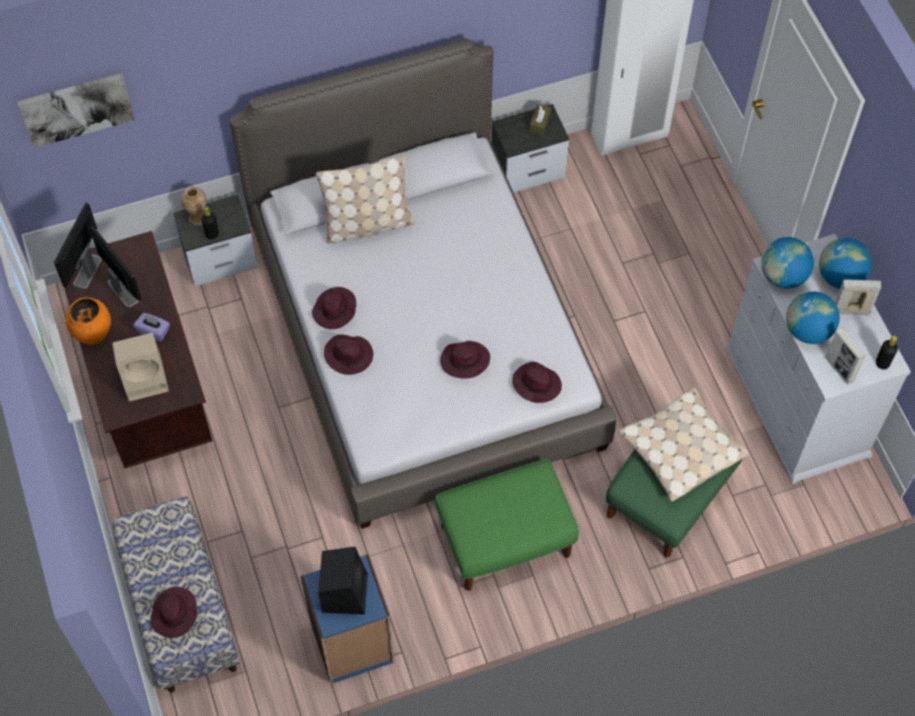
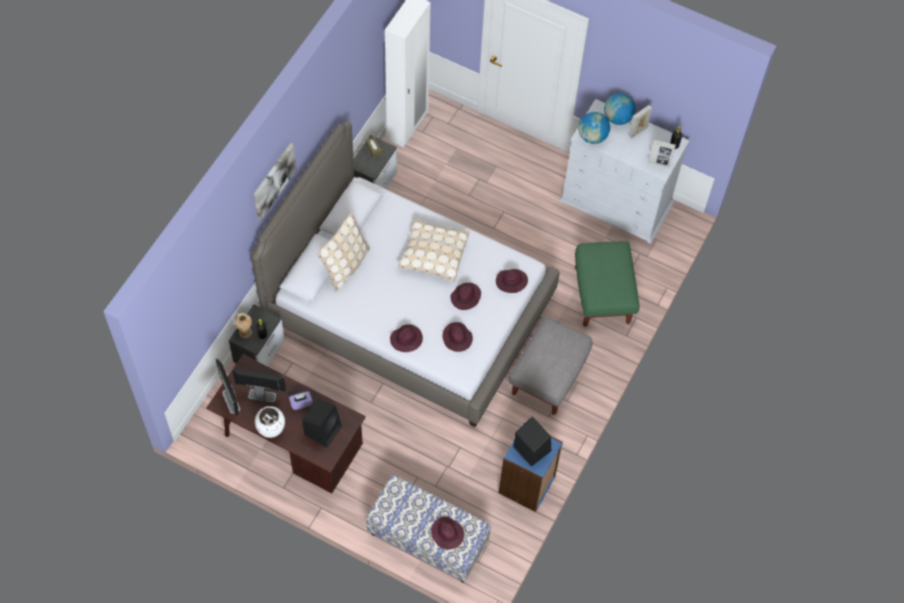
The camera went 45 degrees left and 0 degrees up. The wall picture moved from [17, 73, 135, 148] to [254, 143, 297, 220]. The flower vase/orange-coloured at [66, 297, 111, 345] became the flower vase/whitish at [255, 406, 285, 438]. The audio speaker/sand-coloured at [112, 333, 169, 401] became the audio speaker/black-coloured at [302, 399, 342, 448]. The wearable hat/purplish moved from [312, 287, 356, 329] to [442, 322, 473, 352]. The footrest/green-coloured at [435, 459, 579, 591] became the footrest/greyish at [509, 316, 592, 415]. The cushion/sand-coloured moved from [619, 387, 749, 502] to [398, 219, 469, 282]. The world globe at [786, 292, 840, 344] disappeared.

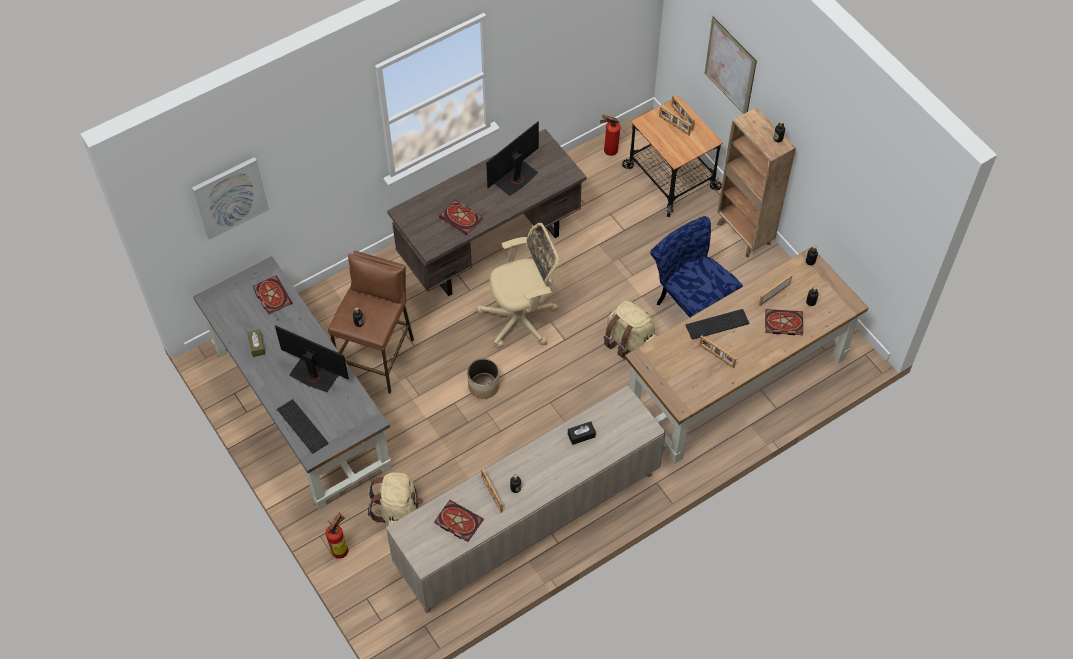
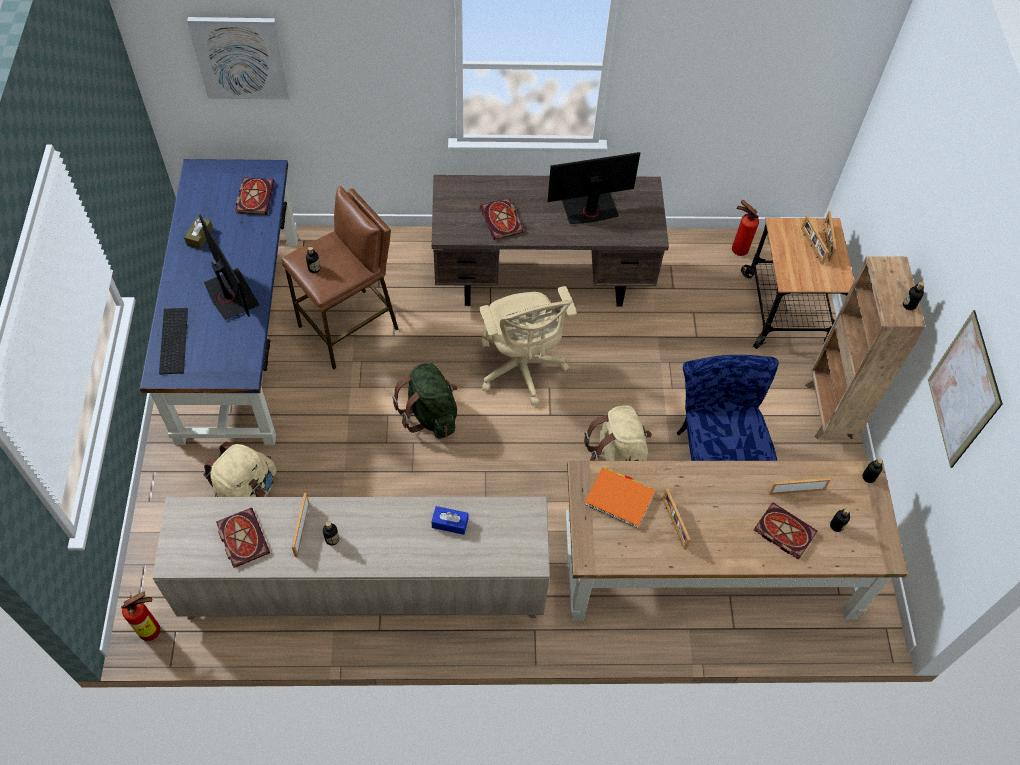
The camera went 30 degrees right and 0 degrees up. The desk unit/greyish at [193, 256, 392, 510] became the desk unit/blue at [140, 159, 298, 445]. The fire-fighting cylinder moved from [325, 513, 348, 558] to [121, 591, 160, 641]. The flower pot at [467, 359, 500, 399] was replaced by the backpack/green-coloured at [392, 363, 458, 439]. The office chair/sand-coloured at [476, 223, 559, 348] turned 60 degrees clockwise. The box of tissues/black-coloured at [568, 421, 596, 445] became the box of tissues/blue at [431, 506, 469, 535]. The PC keyboard at [686, 309, 749, 340] disappeared. The wall picture moved from [705, 17, 757, 114] to [928, 310, 1003, 468]. The volume/orange-coloured at [585, 467, 655, 528] appeared.

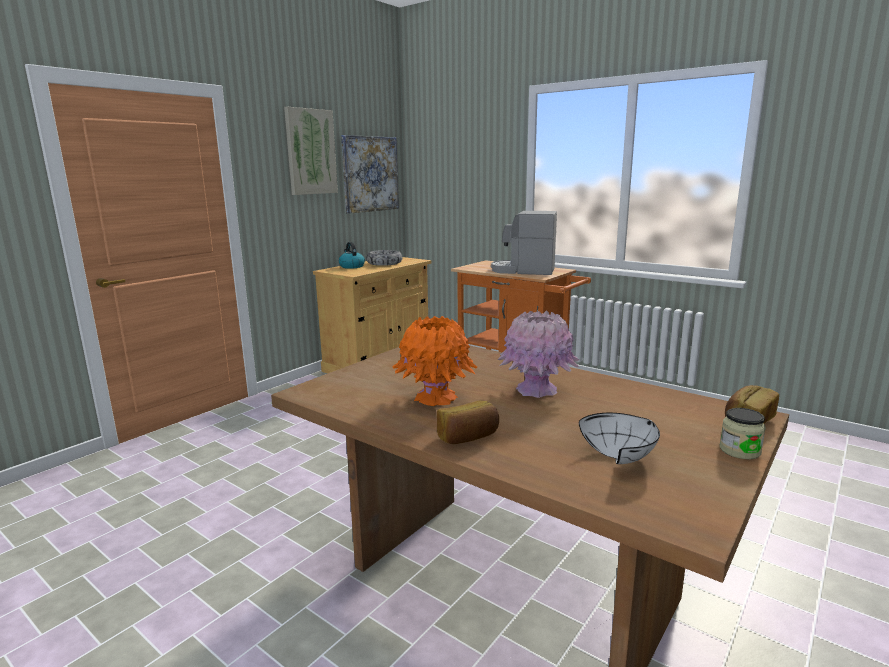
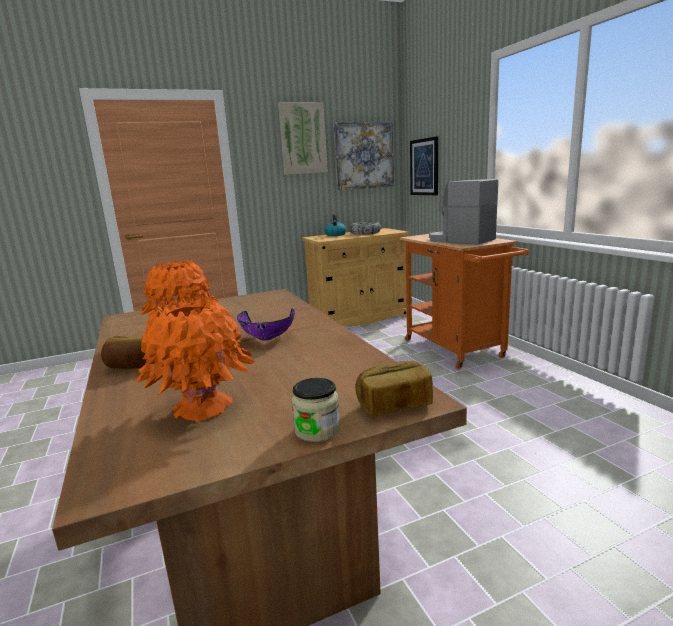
The camera went 30 degrees right and 0 degrees up. The flower vase/pink at [498, 310, 579, 398] was replaced by the bowl/purplish at [237, 309, 295, 341]. The bowl/whitish at [579, 413, 660, 464] was replaced by the flower vase/orange-coloured at [135, 298, 255, 422]. The wall picture at [410, 136, 438, 195] appeared.

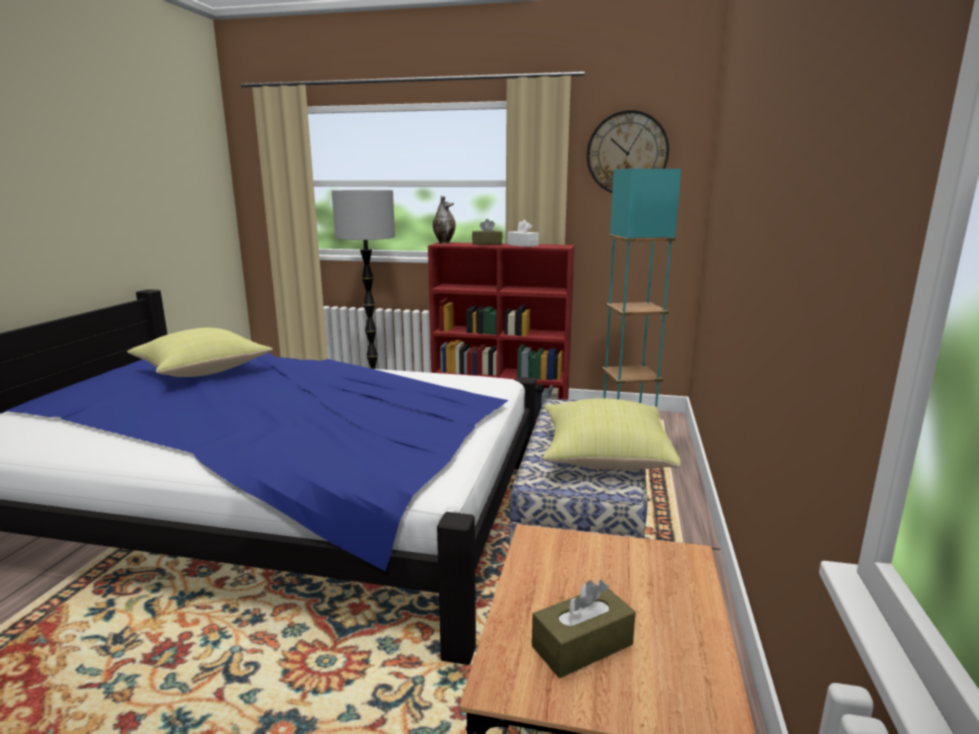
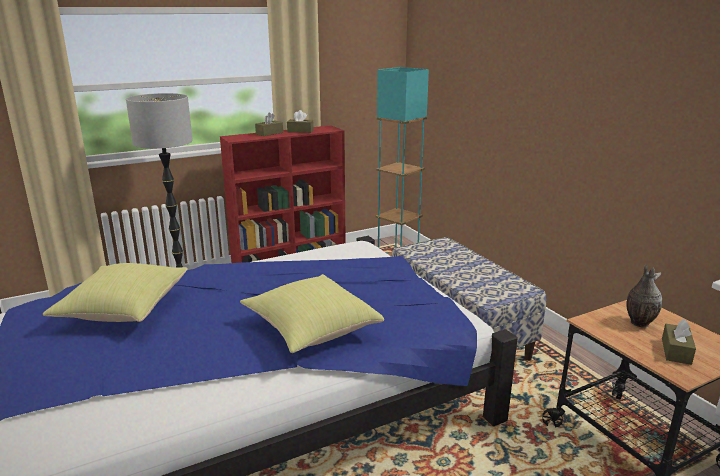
The camera went 40 degrees left and 5 degrees up. The flower vase moved from [433, 196, 456, 244] to [626, 265, 662, 328]. The box of tissues/whitish at [507, 220, 539, 247] became the box of tissues/brownish at [287, 110, 314, 133]. The cushion/yellowish moved from [543, 398, 681, 470] to [240, 274, 384, 353]. The hanging clock at [587, 110, 669, 193] disappeared.

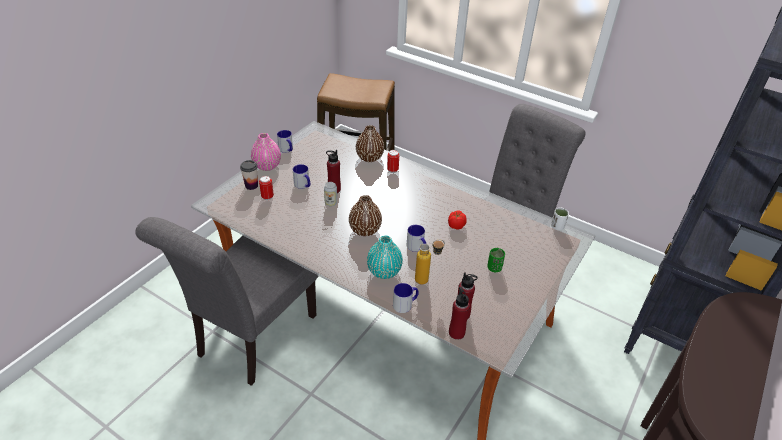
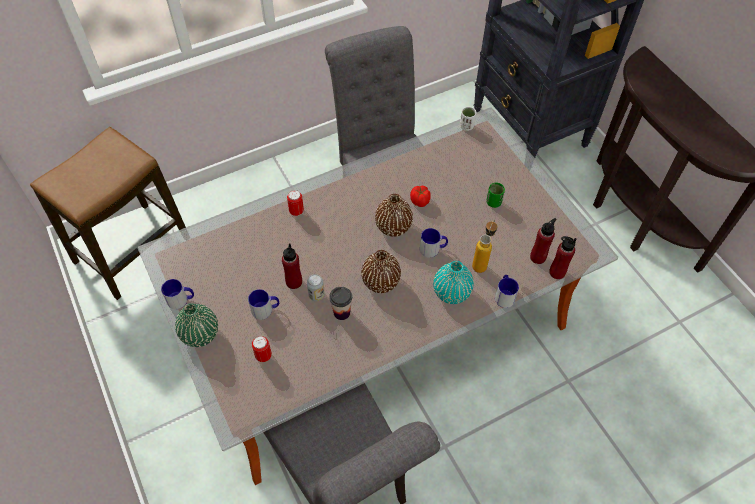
The camera went 60 degrees left and 15 degrees up. The cup moved from [240, 160, 258, 190] to [329, 287, 352, 320]. The flower vase/pink at [251, 133, 281, 171] became the flower vase/green-coloured at [175, 303, 218, 347]. The flower vase/brownish moved from [356, 125, 384, 162] to [375, 194, 413, 237].

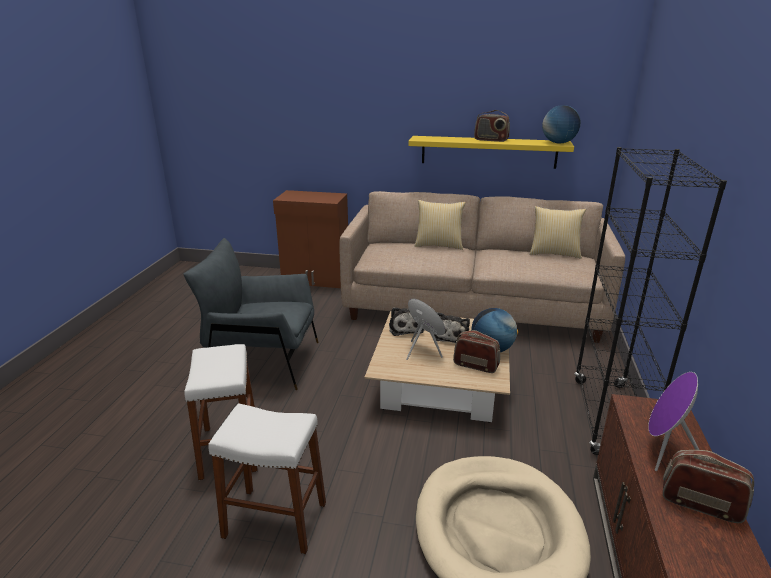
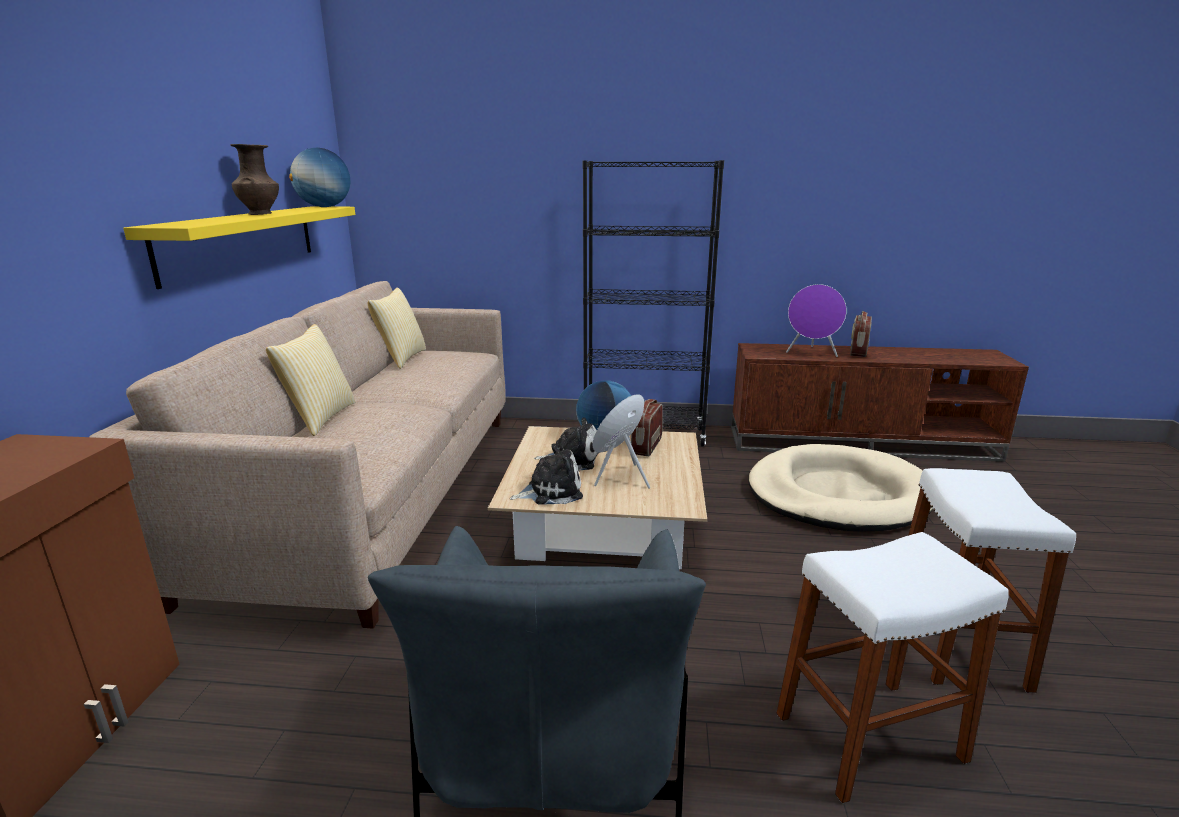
The camera went 95 degrees left and 5 degrees down. The radio set at [474, 110, 510, 142] was replaced by the flower vase/brownish at [230, 144, 279, 215].

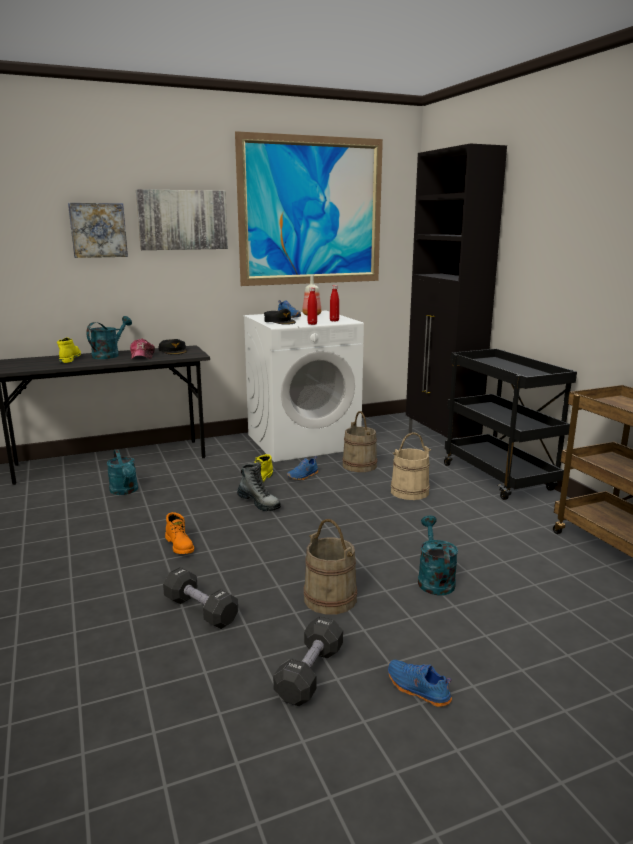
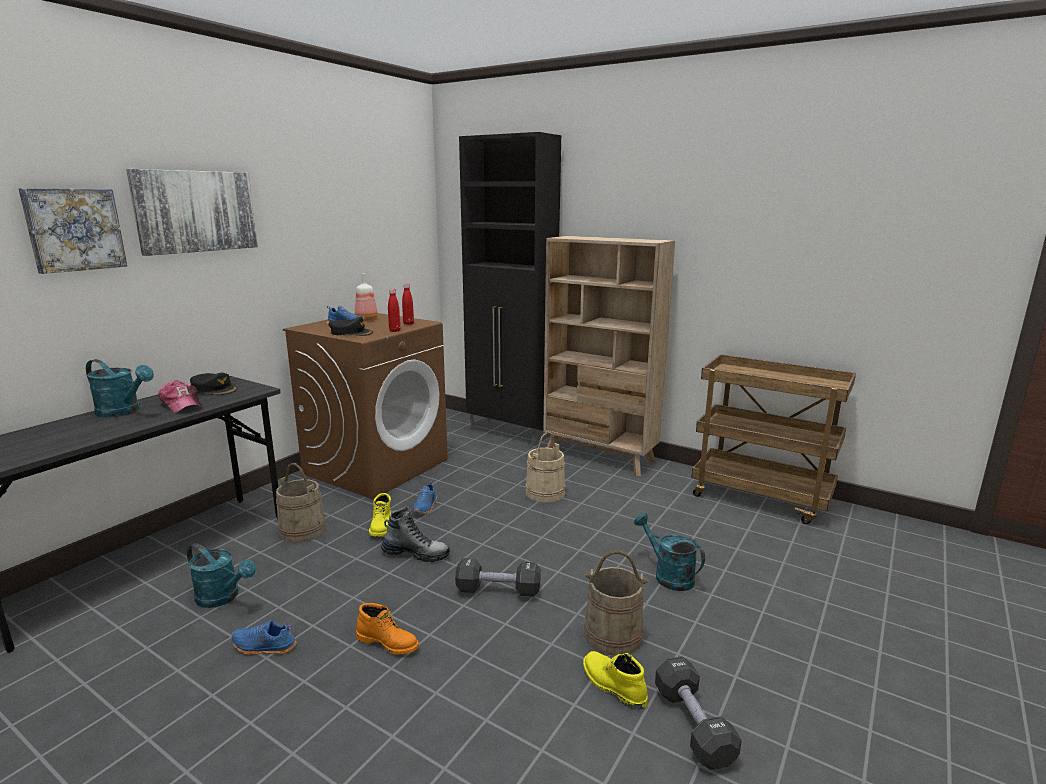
The camera went 35 degrees left and 0 degrees up. The tall boot/yellowish moved from [57, 337, 81, 363] to [583, 651, 648, 710]. The watering pot/turquoise at [86, 316, 132, 359] turned 120 degrees clockwise. The hand weight/black-coloured moved from [163, 567, 238, 629] to [455, 558, 541, 597]. The wall picture at [235, 131, 383, 286] disappeared. The laundry appliance/whitish at [243, 311, 364, 462] became the laundry appliance/brownish at [283, 313, 448, 499]. The bucket/sand-coloured moved from [342, 411, 377, 472] to [276, 463, 326, 543]. The item of footwear/blue moved from [388, 660, 452, 707] to [231, 620, 296, 655]. The wheeled cart/black-coloured at [444, 349, 577, 500] was replaced by the shelving unit/sand-coloured at [543, 236, 675, 476].

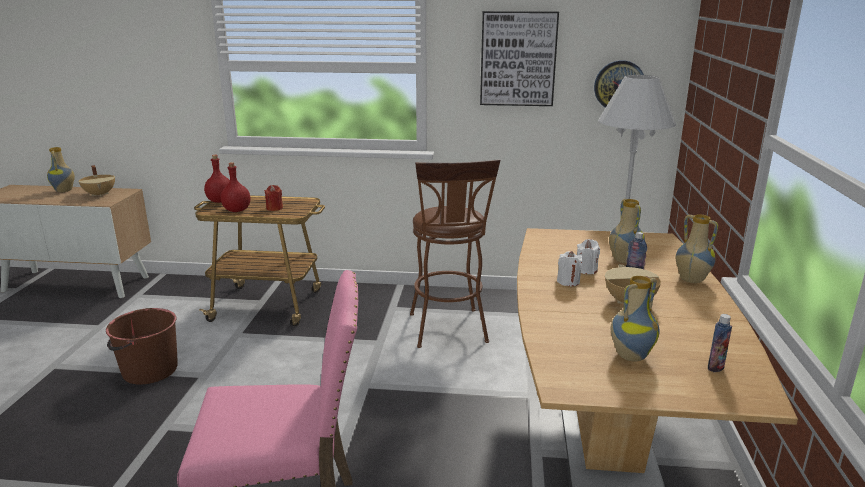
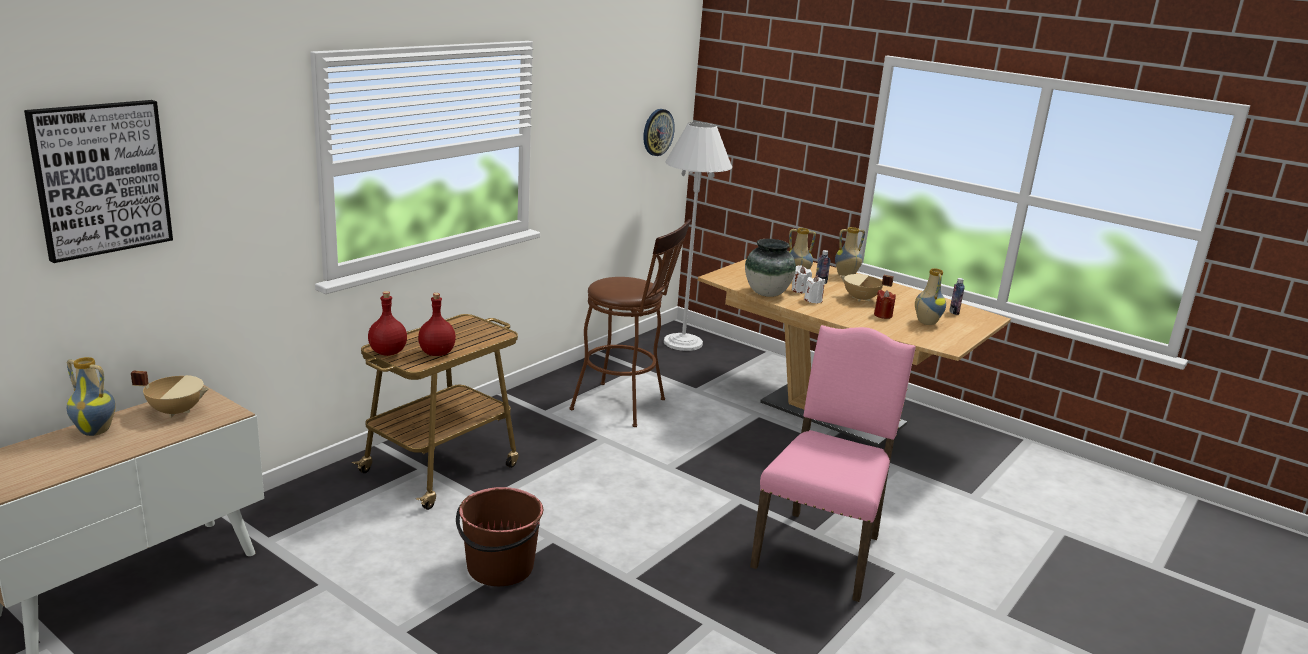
The camera went 60 degrees left and 0 degrees up. The wax candle/red-coloured moved from [264, 185, 283, 211] to [874, 290, 896, 319]. The wall picture moved from [480, 11, 559, 106] to [24, 100, 173, 263]. The flower vase at [745, 239, 796, 297] appeared.

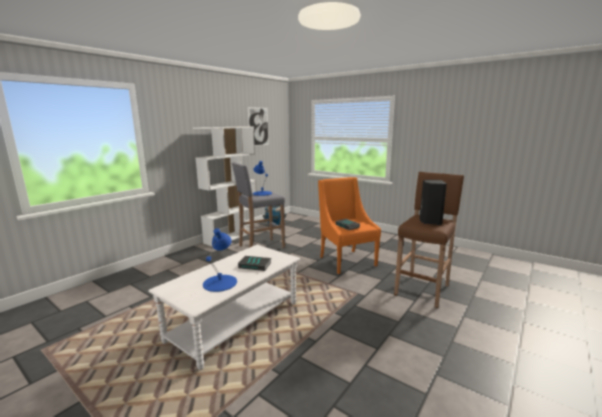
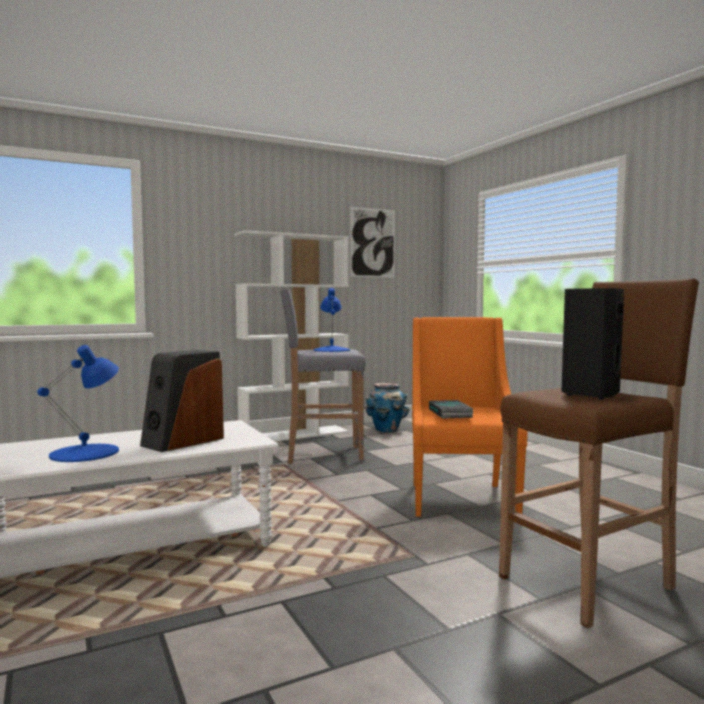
The camera went 25 degrees right and 10 degrees down. The volume at [238, 256, 271, 271] was replaced by the audio speaker at [140, 350, 224, 452].

